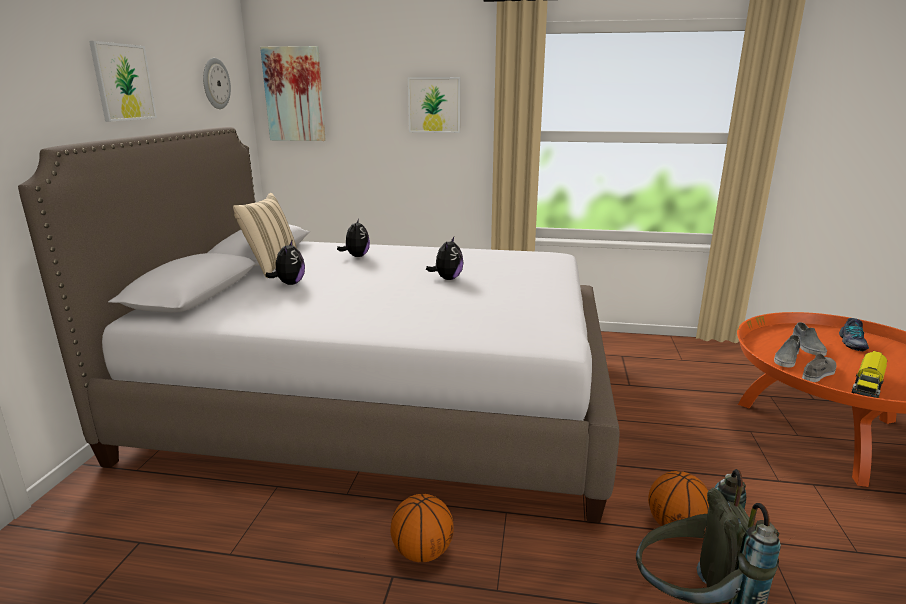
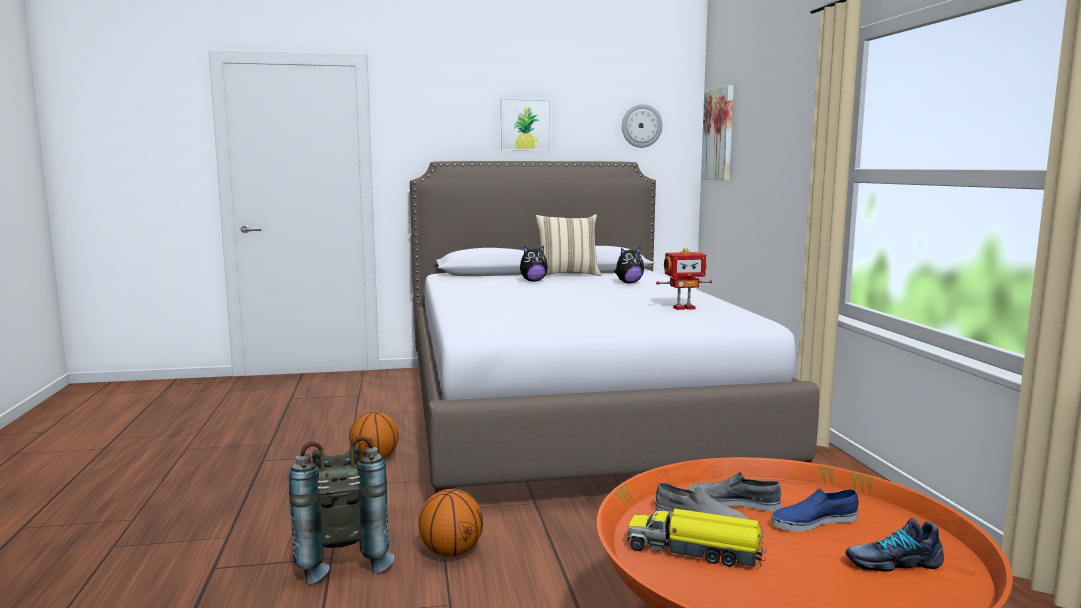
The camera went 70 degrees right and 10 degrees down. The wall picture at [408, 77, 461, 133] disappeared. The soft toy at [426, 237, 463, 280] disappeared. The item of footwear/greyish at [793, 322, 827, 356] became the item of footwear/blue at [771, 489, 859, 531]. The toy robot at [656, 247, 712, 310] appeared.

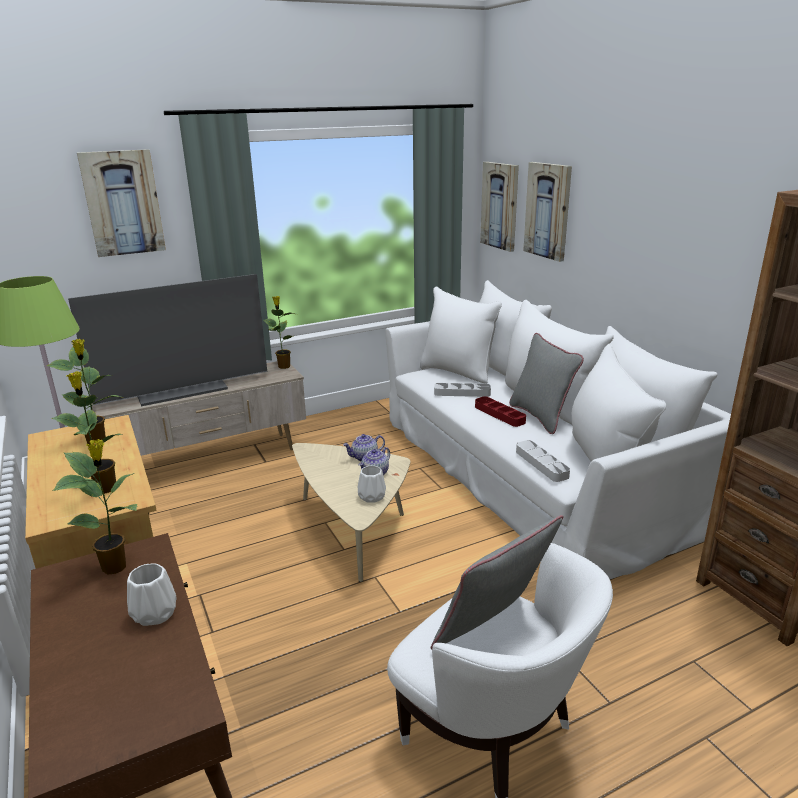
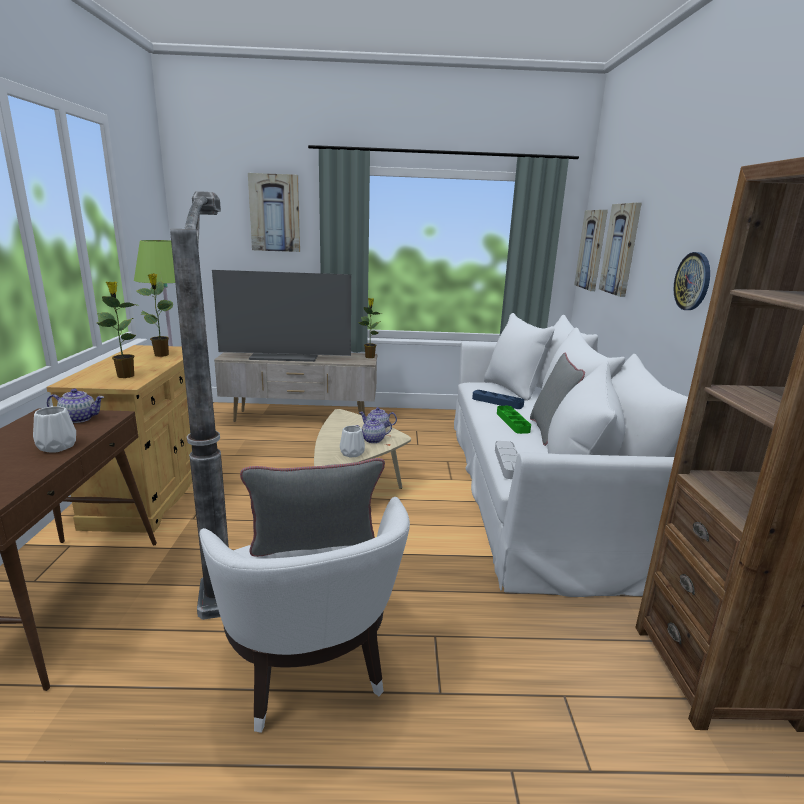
The camera went 25 degrees right and 5 degrees down. The potted plant at [53, 439, 137, 574] was replaced by the pot for tea at [47, 389, 104, 423]. The serving tray/greyish at [434, 383, 491, 397] became the serving tray/blue at [472, 390, 524, 409]. The serving tray/red-coloured at [475, 396, 526, 427] became the serving tray/green-coloured at [497, 406, 531, 434]. The standing lamp at [170, 191, 229, 620] appeared. The hanging clock at [674, 252, 710, 310] appeared.

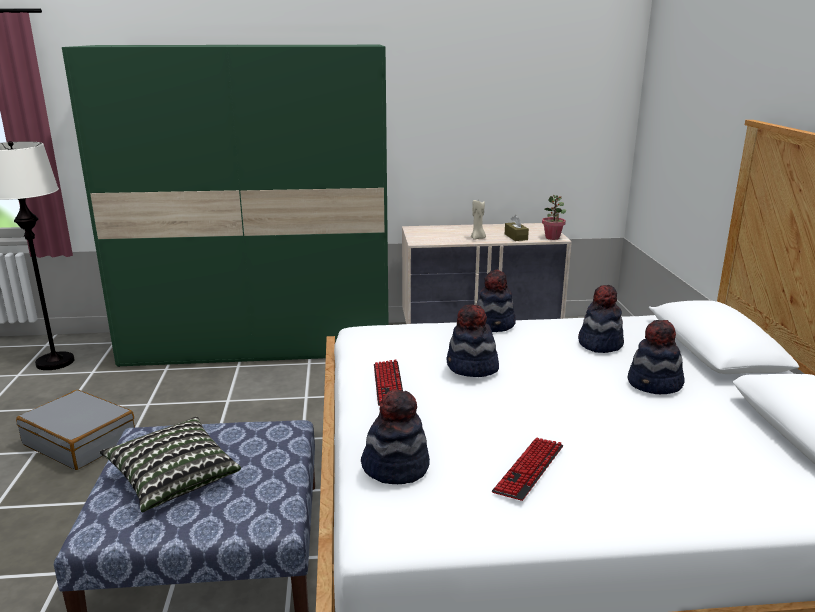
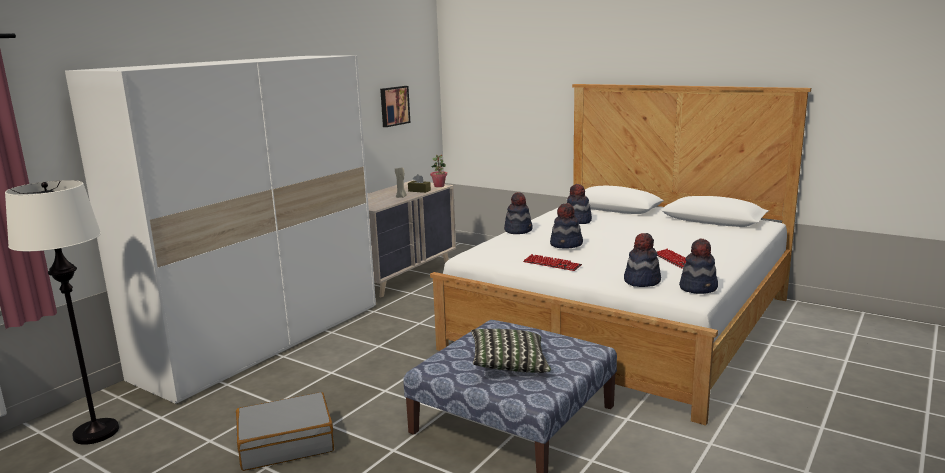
The camera went 50 degrees left and 5 degrees down. The clothes cupboard/green-coloured at [62, 45, 389, 367] became the clothes cupboard/whitish at [65, 55, 376, 404]. The wearable hat moved from [628, 320, 685, 394] to [679, 239, 718, 294]. The wall picture at [380, 86, 410, 127] appeared.

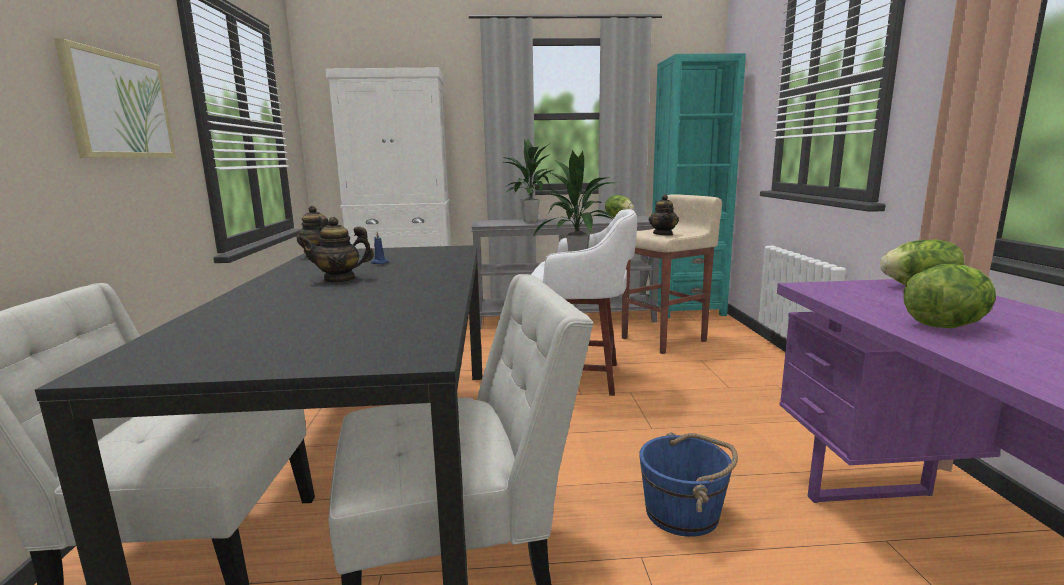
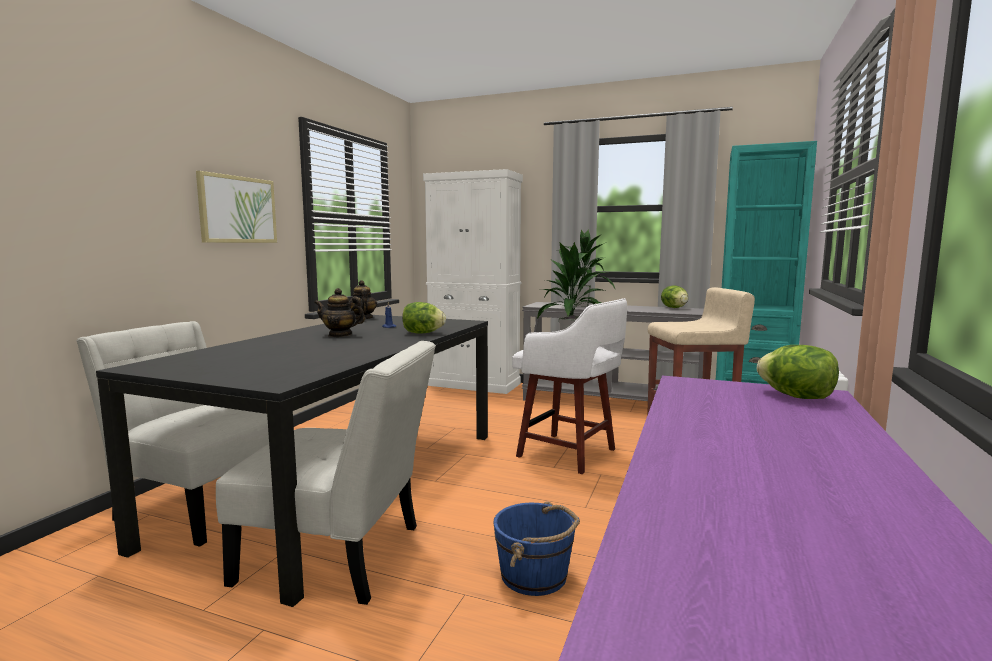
The camera went 25 degrees right and 5 degrees down. The pot for tea at [649, 194, 679, 236] disappeared. The lettuce moved from [903, 264, 996, 328] to [402, 302, 446, 334].

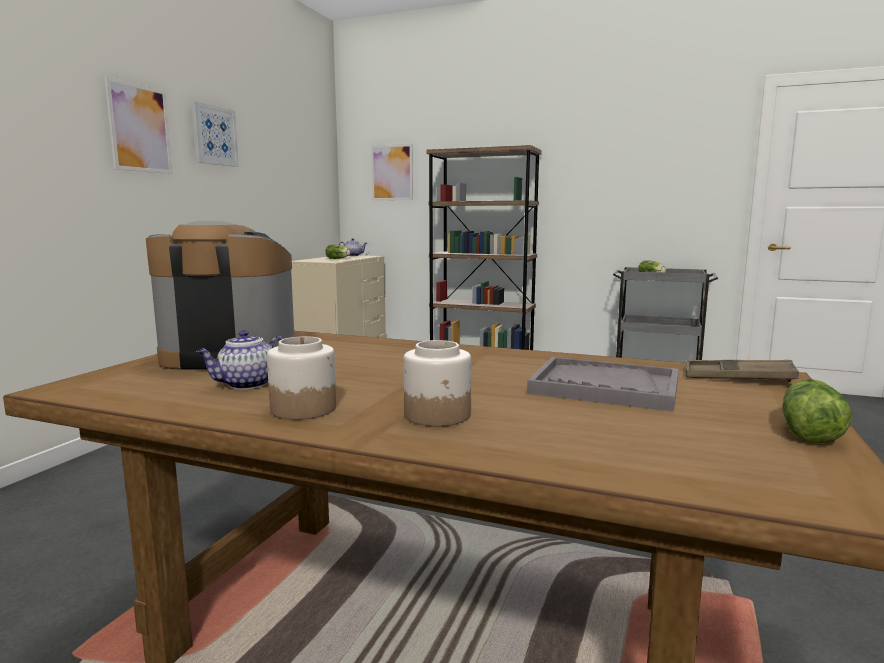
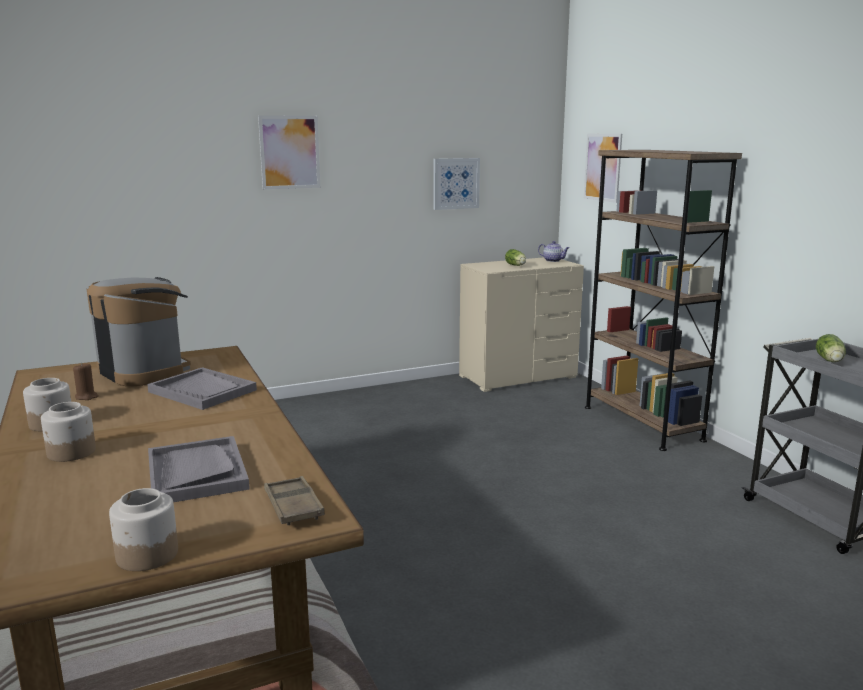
The camera went 45 degrees right and 5 degrees up. The wall picture moved from [191, 101, 239, 167] to [434, 158, 480, 210]. The pot for tea at [196, 330, 283, 389] was replaced by the wax candle/brownish at [73, 362, 99, 400]. The lettuce at [782, 379, 851, 444] was replaced by the storage jar at [109, 488, 178, 571]. The serving tray/greyish at [147, 367, 257, 410] appeared.

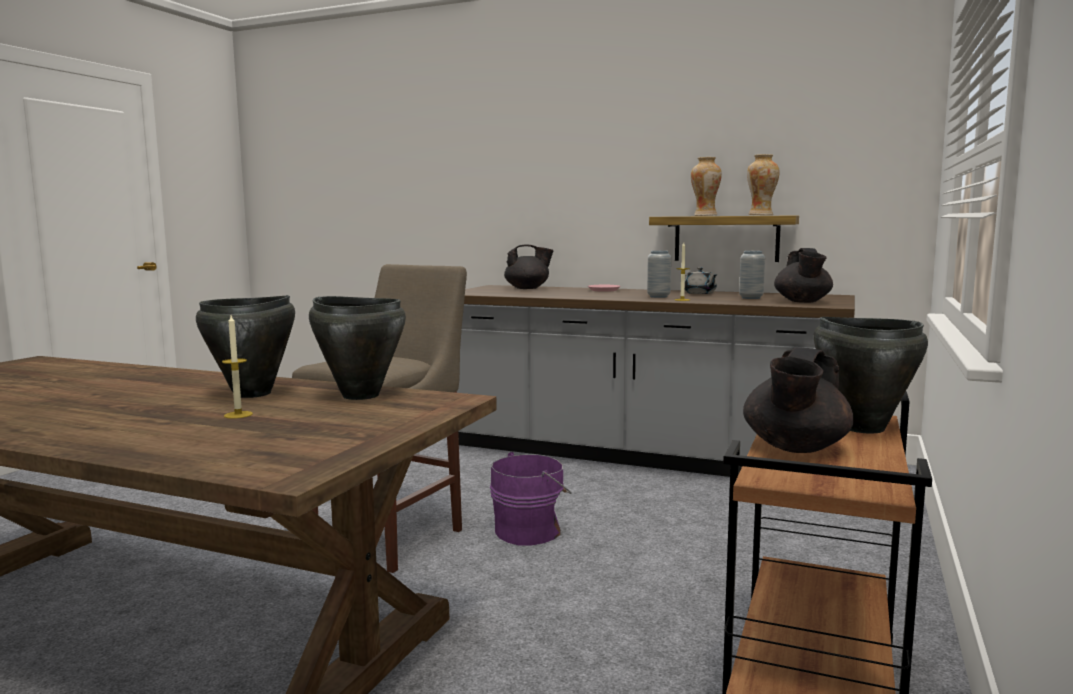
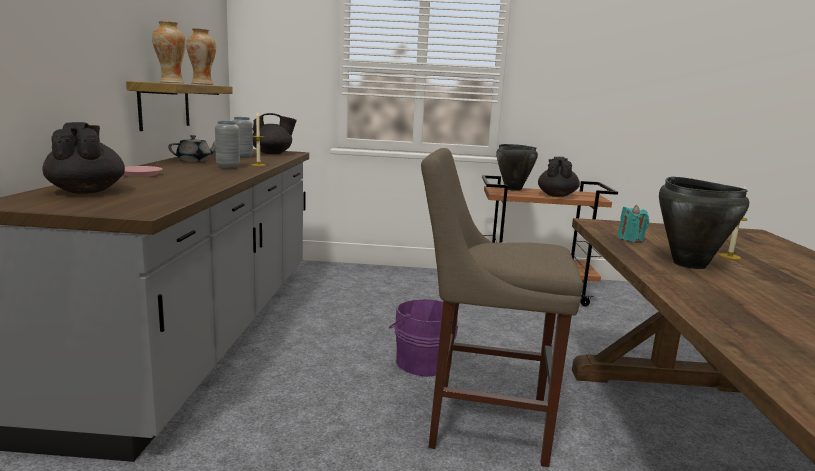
The camera went 110 degrees left and 5 degrees up. The stockpot/black-coloured at [309, 296, 406, 400] was replaced by the wax candle/turquoise at [617, 205, 649, 243]. The pot for tea/black-coloured at [743, 347, 854, 453] turned 90 degrees counterclockwise.

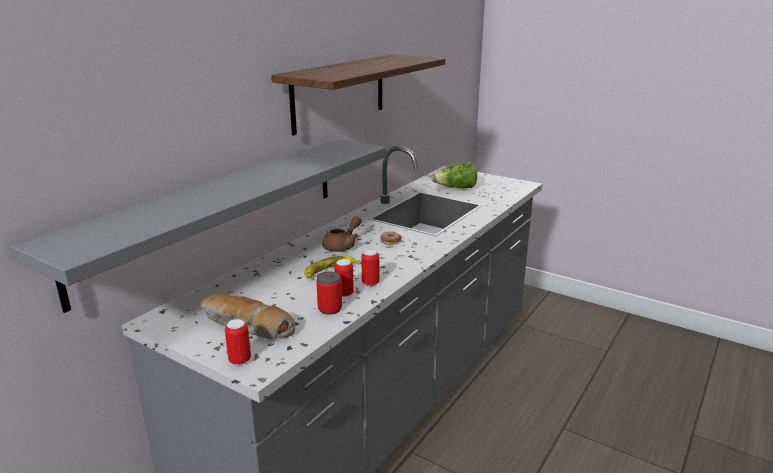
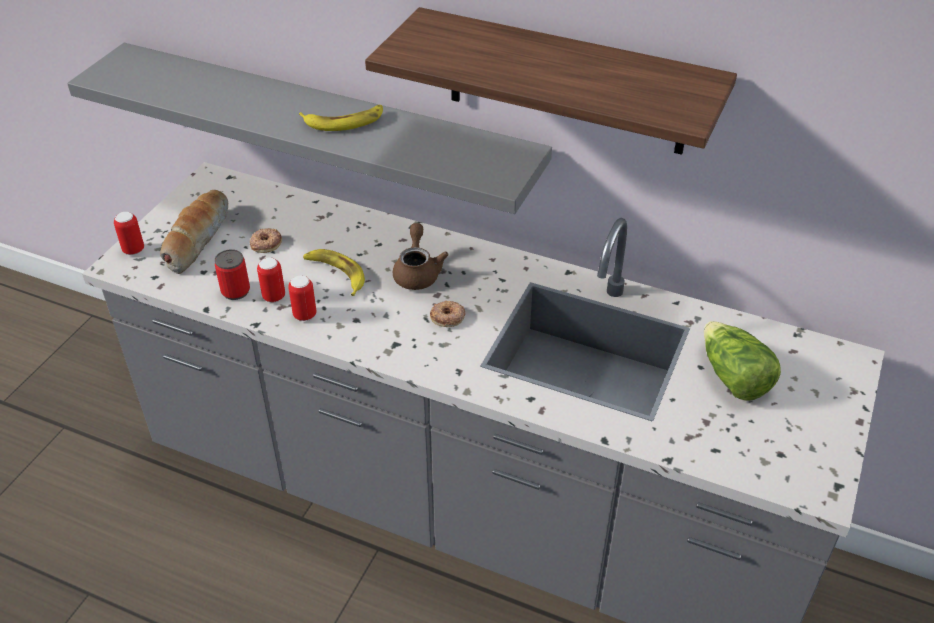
The camera went 80 degrees right and 20 degrees up. The pot for tea/brownish at [322, 216, 362, 252] turned 120 degrees counterclockwise. The doughnut at [250, 228, 282, 253] appeared. The banana at [299, 105, 383, 131] appeared.

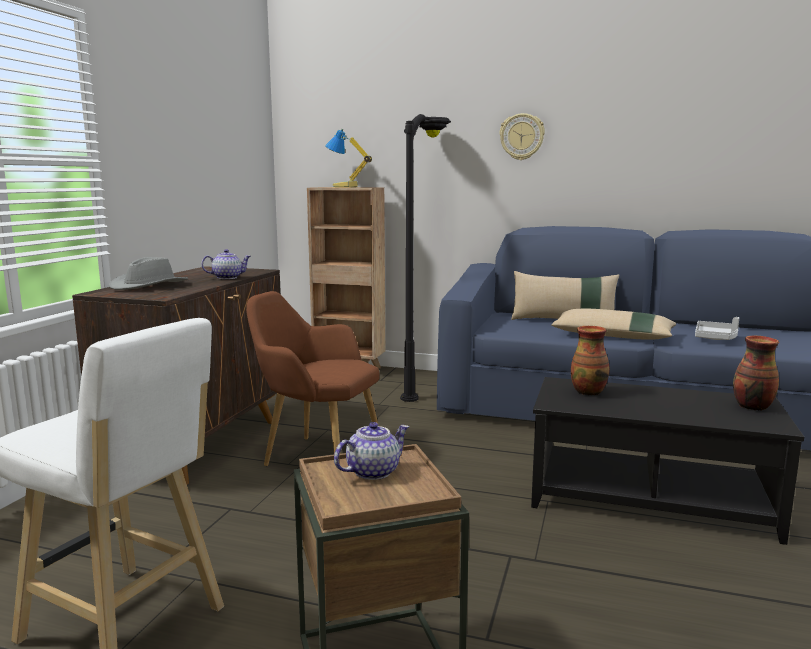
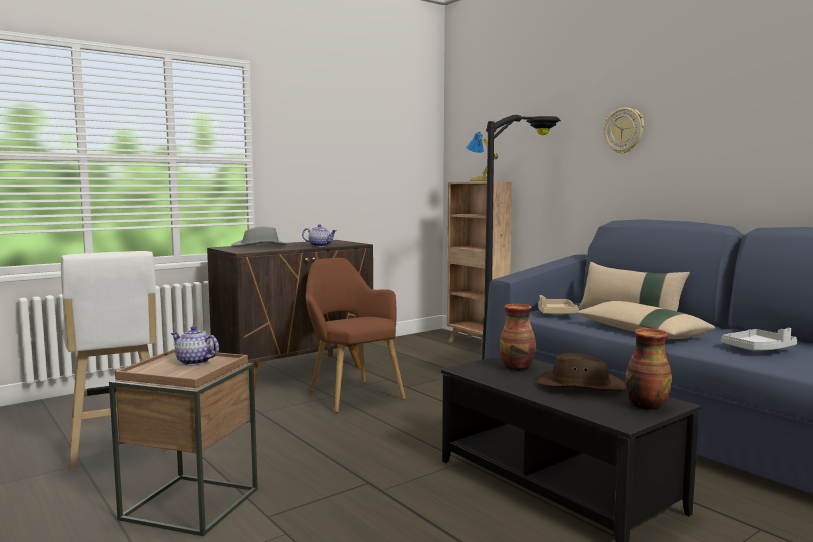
The camera went 35 degrees right and 5 degrees down. The pot for tea at [334, 422, 409, 480] turned 150 degrees counterclockwise. The wearable hat/brownish at [537, 353, 626, 392] appeared. The serving tray/sand-coloured at [538, 295, 579, 315] appeared.

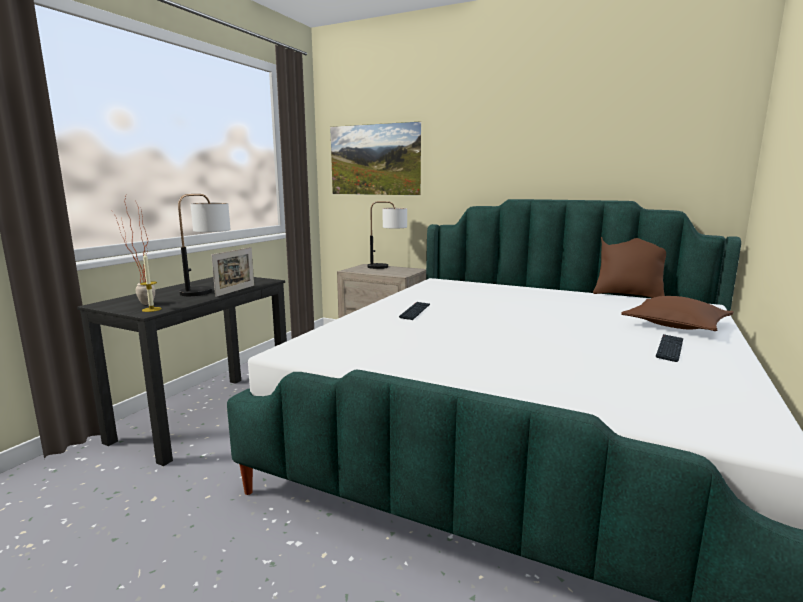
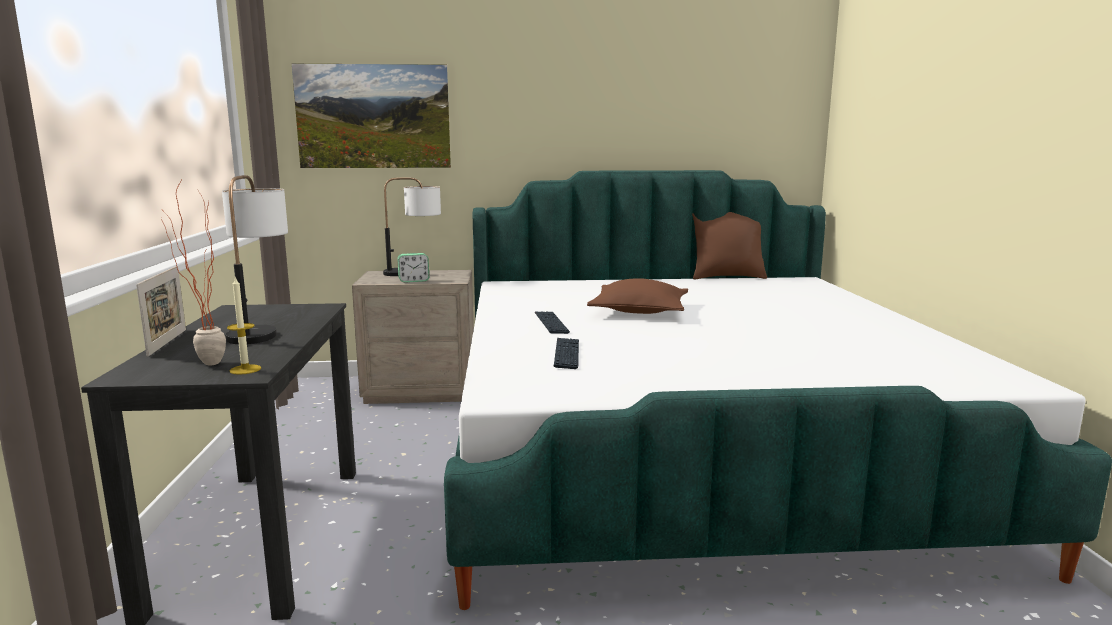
The camera went 30 degrees left and 0 degrees up. The standing frame moved from [211, 247, 254, 297] to [136, 266, 186, 357]. The cushion/brownish moved from [621, 296, 734, 331] to [587, 278, 688, 314]. The PC keyboard moved from [656, 334, 683, 362] to [554, 338, 579, 369]. The alarm clock at [398, 253, 429, 283] appeared.

